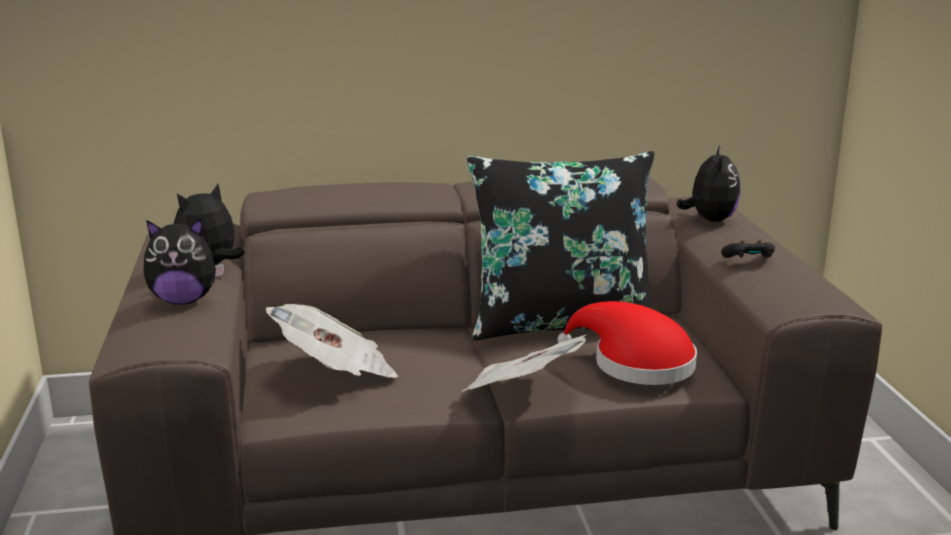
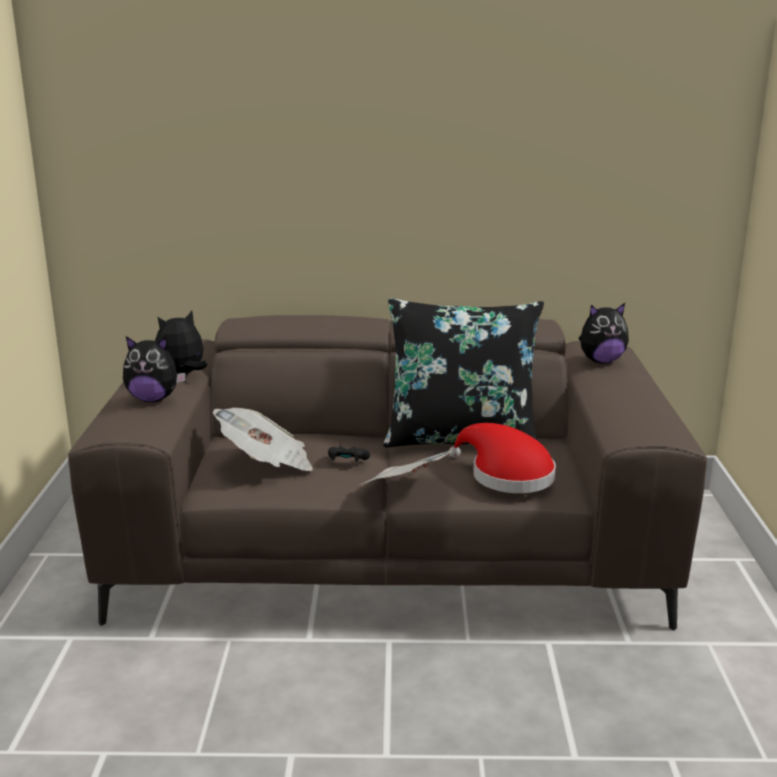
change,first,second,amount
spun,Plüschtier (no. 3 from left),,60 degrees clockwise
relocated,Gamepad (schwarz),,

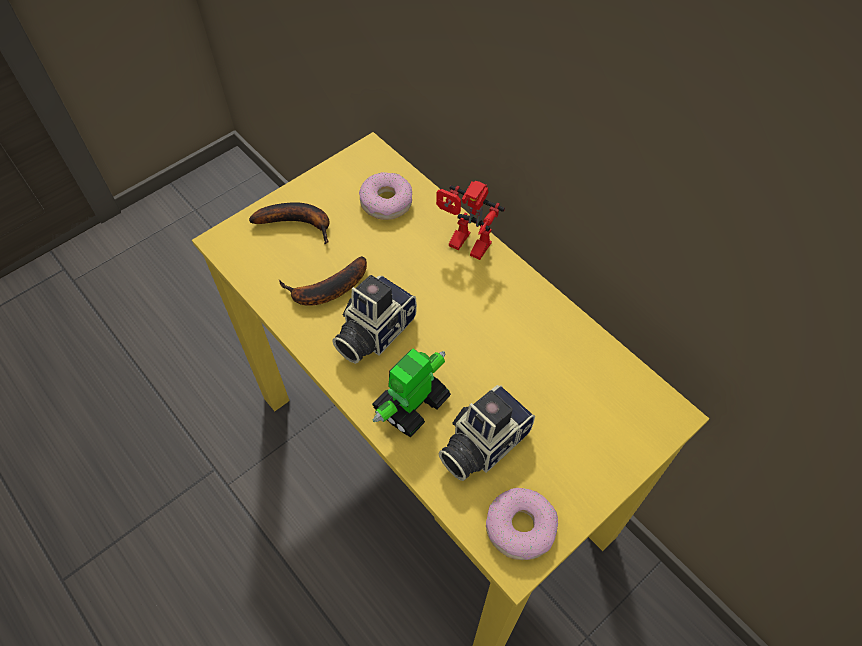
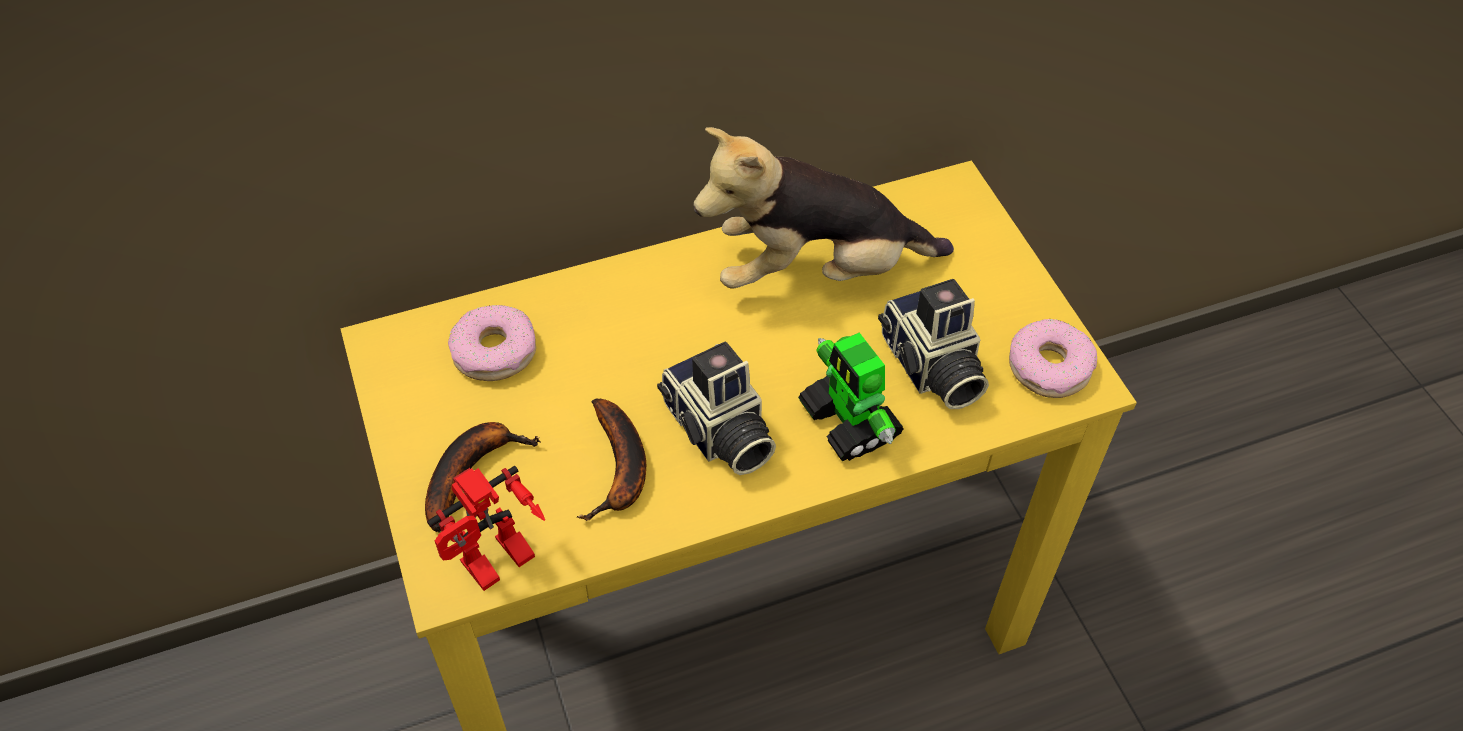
change,first,second,amount
relocated,Spielzeugroboter (no. 2 from left in the first image),Spielzeugroboter (no. 1 from left),
appeared,,Plüschtier,

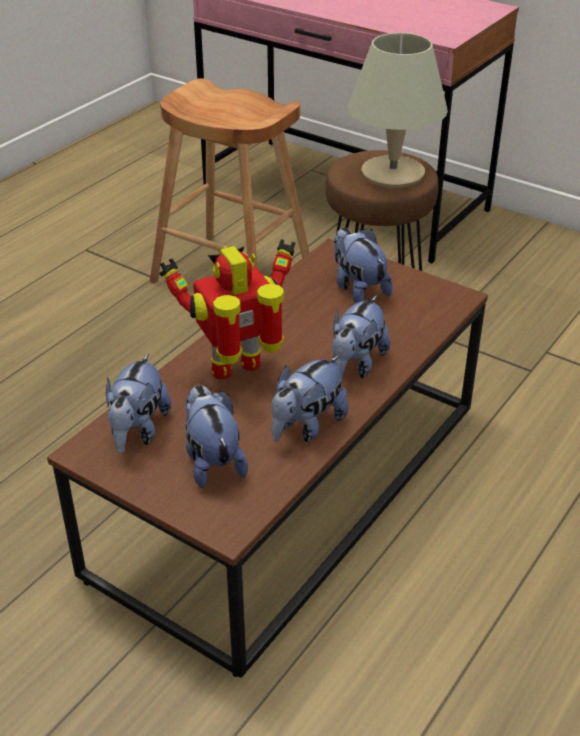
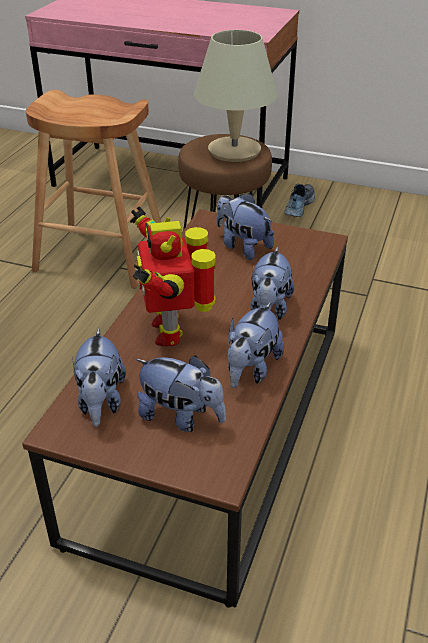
change,first,second,amount
spun,Spielzeugroboter,,60 degrees counterclockwise
spun,Plüschtier (no. 2 from left),,150 degrees clockwise
appeared,,Schuh,

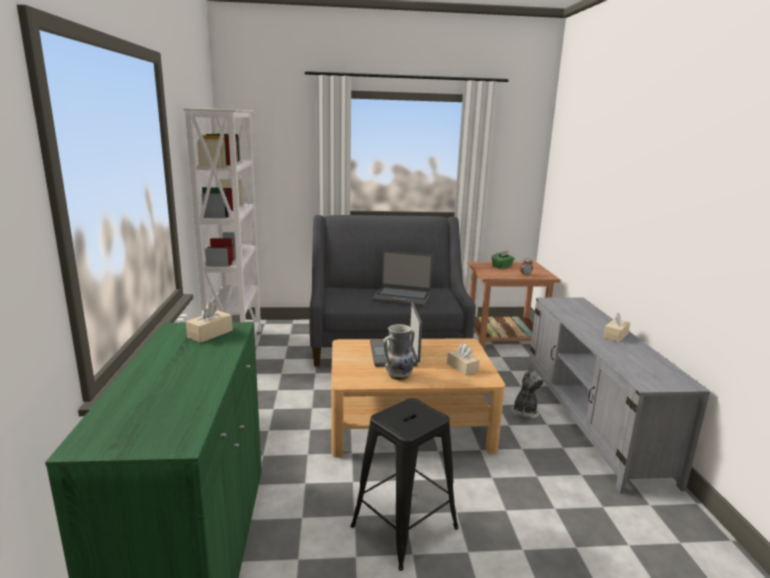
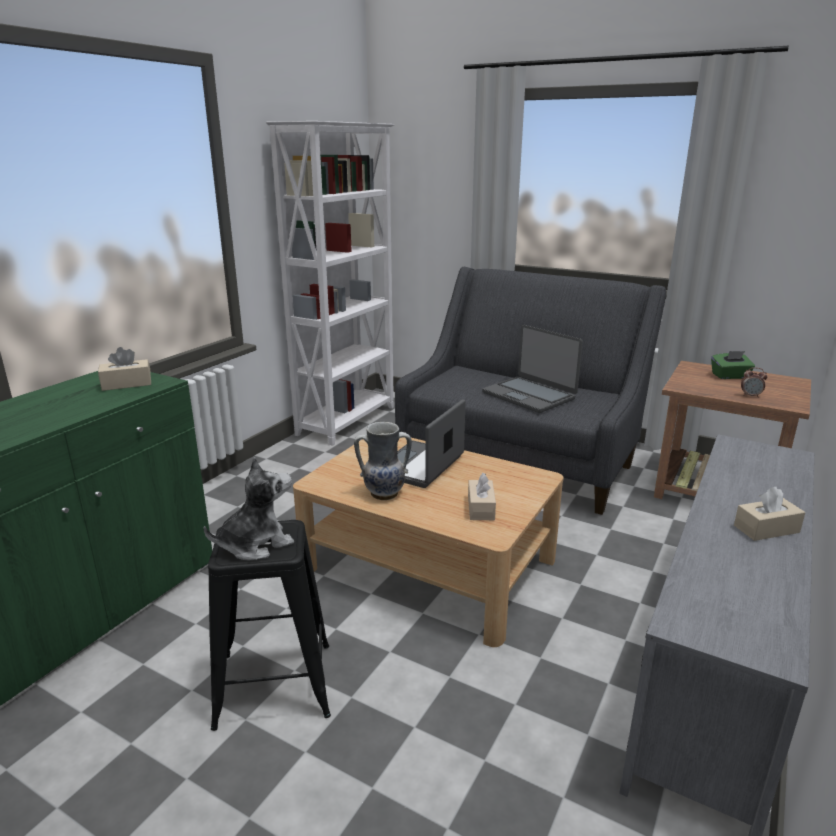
change,first,second,amount
relocated,Plüschtier,,

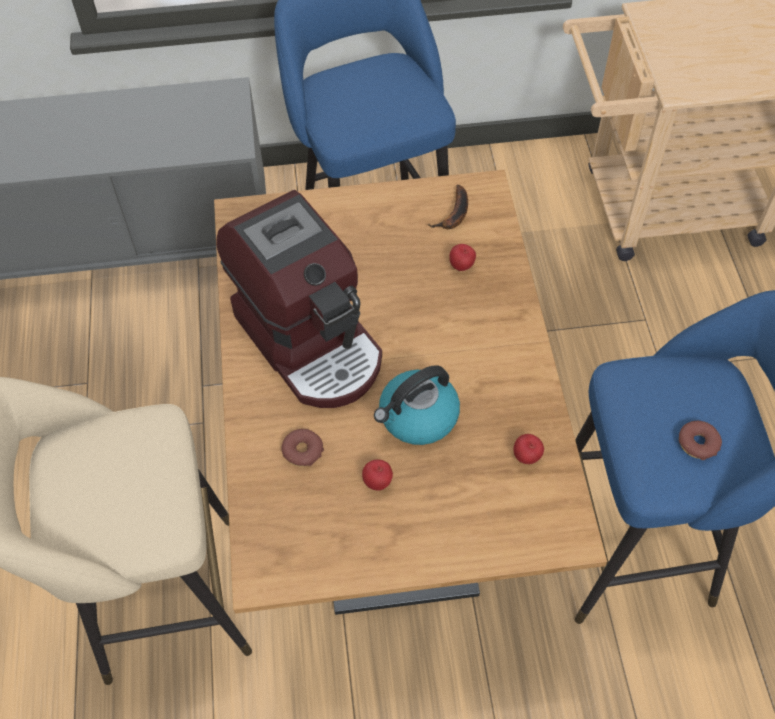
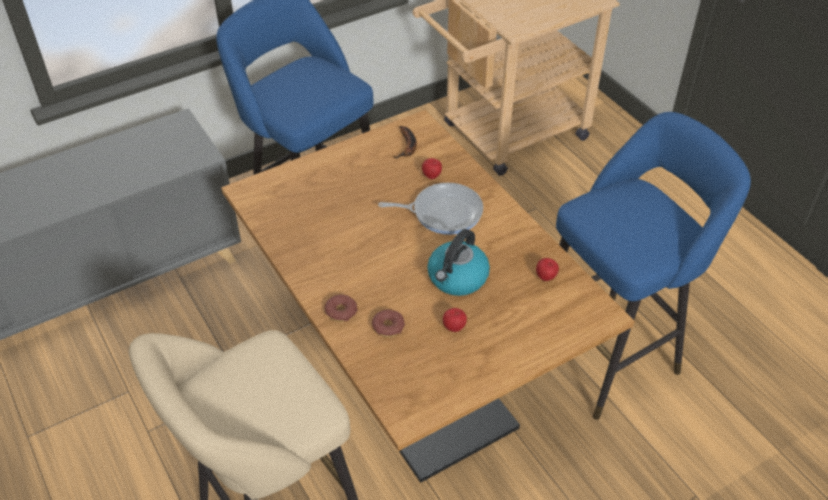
change,first,second,amount
missing,Kaffeemaschine,,
relocated,Donut (no. 2 from left in the first image),Donut (no. 1 from left),
appeared,,Pfanne,

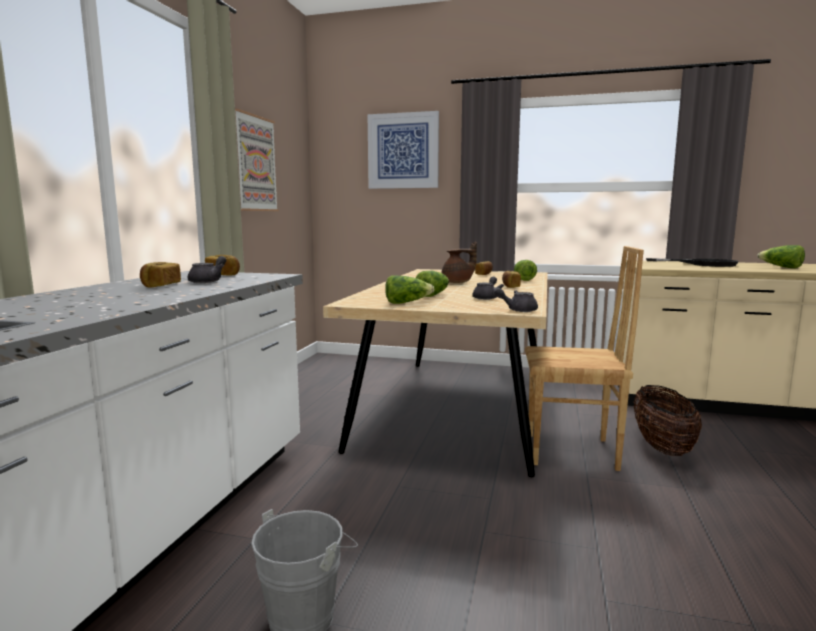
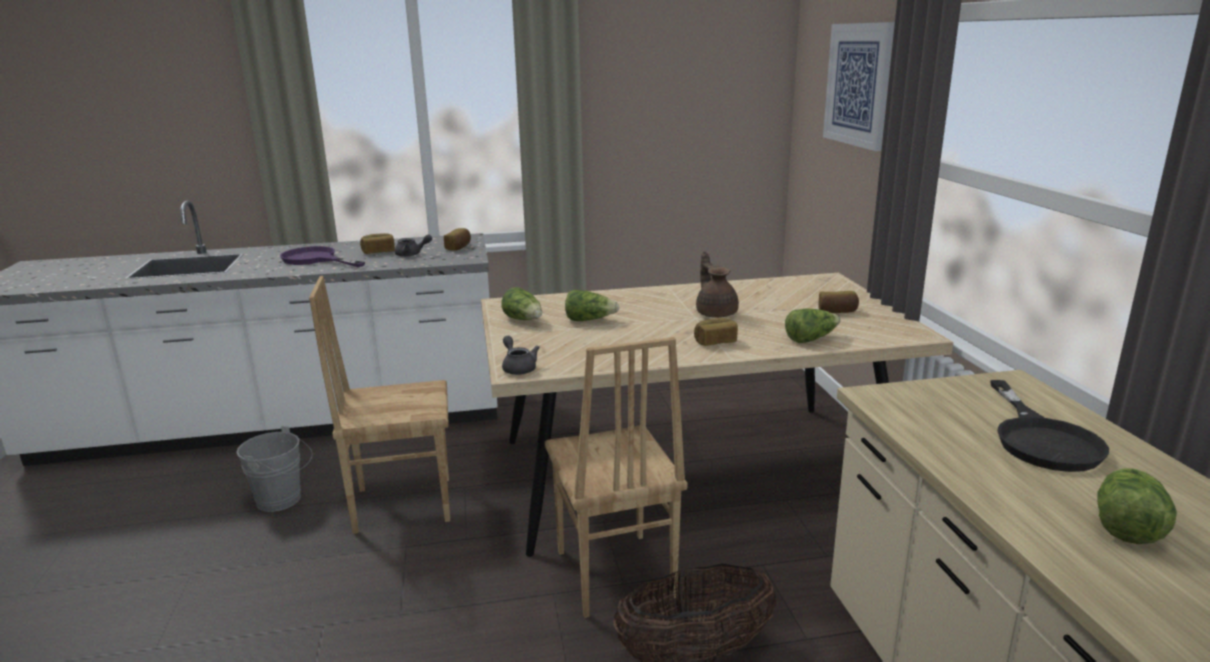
change,first,second,amount
missing,Bild (no. 1 from left),,
spun,Teekanne (braun),,150 degrees counterclockwise
missing,Teekanne (grau) (no. 2 from left),,
appeared,,Pfanne (lila),
appeared,,Stuhl (braun) (no. 1 from left),

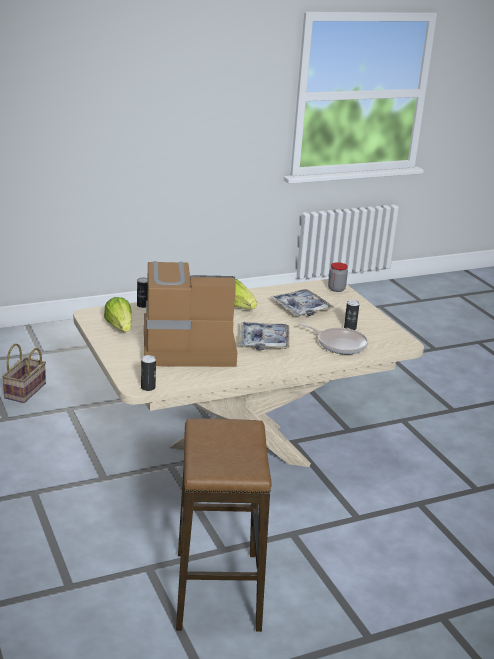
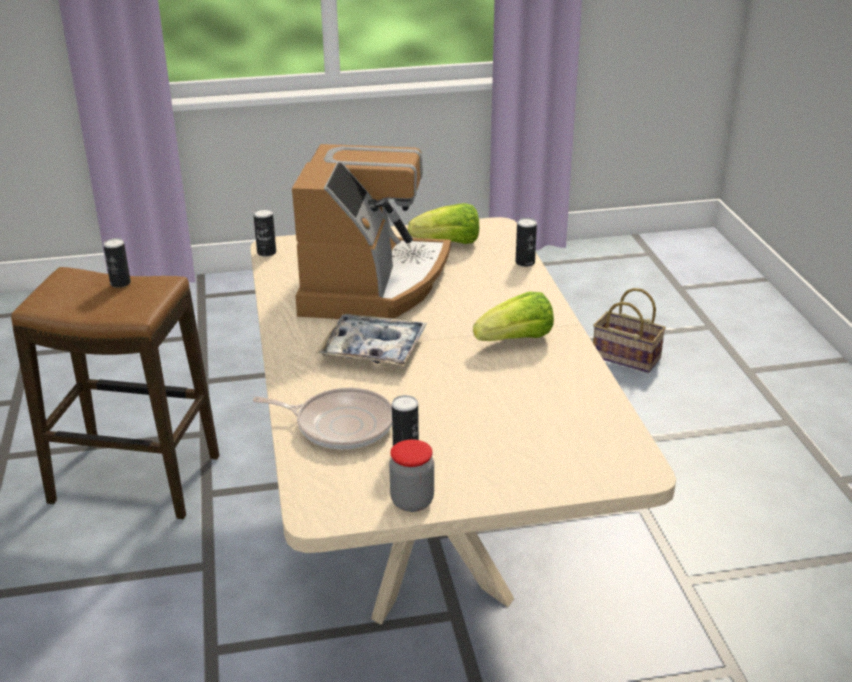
change,first,second,amount
relocated,Vorratsglas,,
missing,Tablett (no. 2 from left),,
spun,Pfanne,,120 degrees counterclockwise
appeared,,Dose (no. 1 from left),

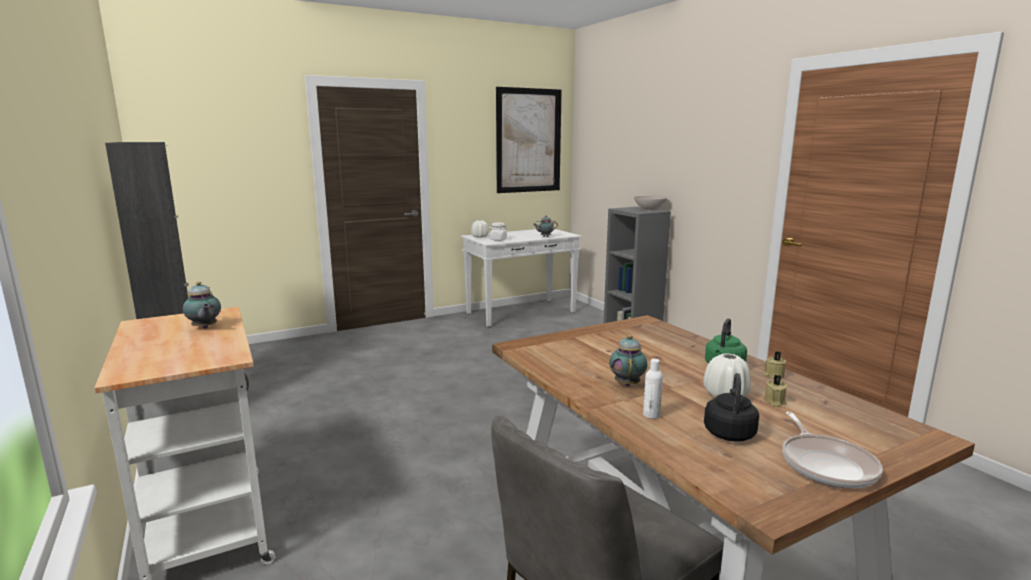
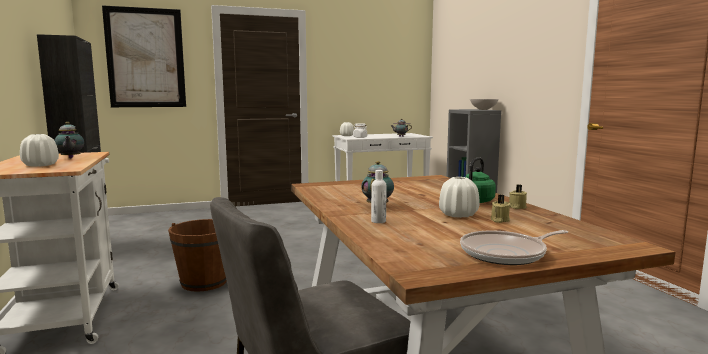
change,first,second,amount
relocated,Bild,,
missing,Wasserkessel (schwarz),,
spun,Pfanne,,60 degrees clockwise
appeared,,Vase (weiß) (no. 1 from left),
appeared,,Eimer (braun),

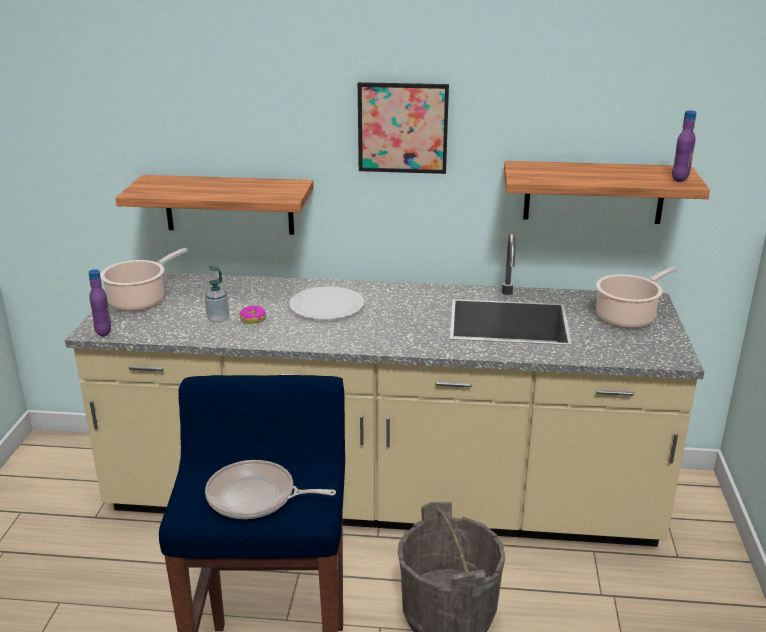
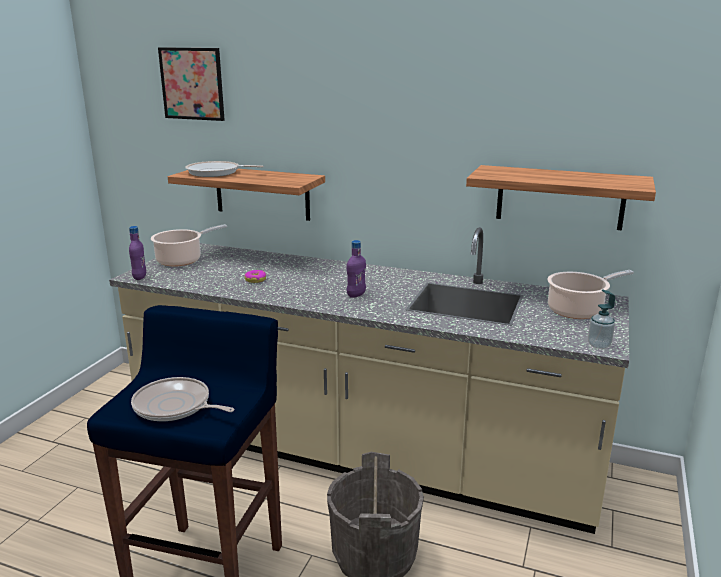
change,first,second,amount
relocated,Bild,,
relocated,Flasche (lila) (no. 2 from left),,
relocated,Seifenspender,,
missing,Teller (weiß),,
appeared,,Pfanne (no. 2 from left),

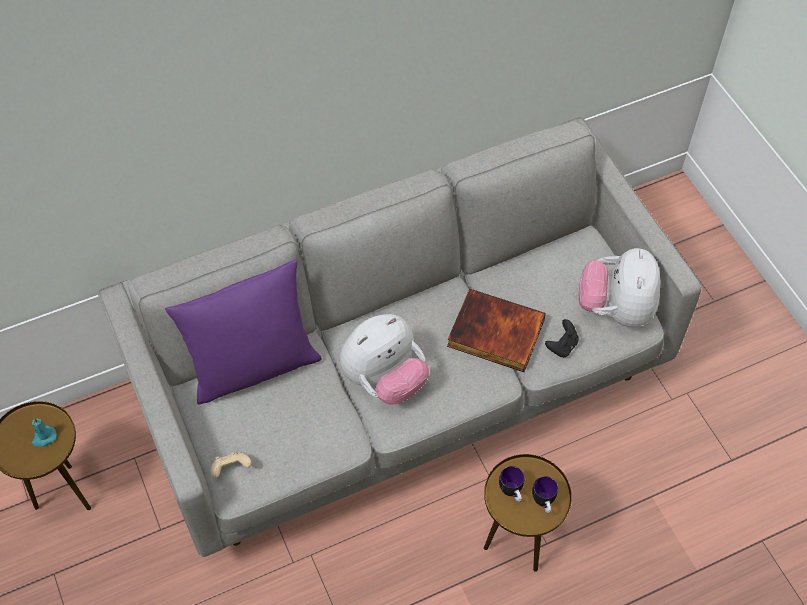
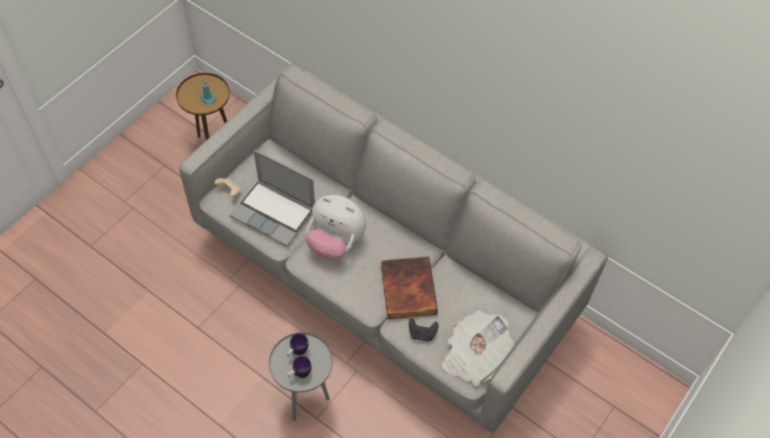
change,first,second,amount
exchanged,Plüschtier (no. 2 from left),Zeitung,
missing,Kissen (lila),,
colour,Beistelltisch (braun) (no. 2 from left),Beistelltisch (grau),
appeared,,Laptop,

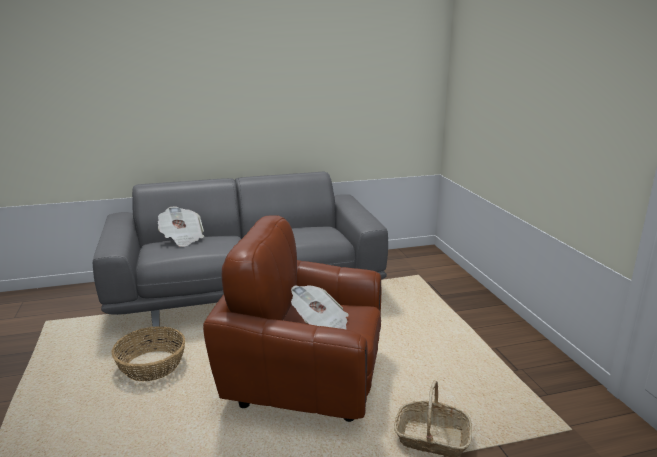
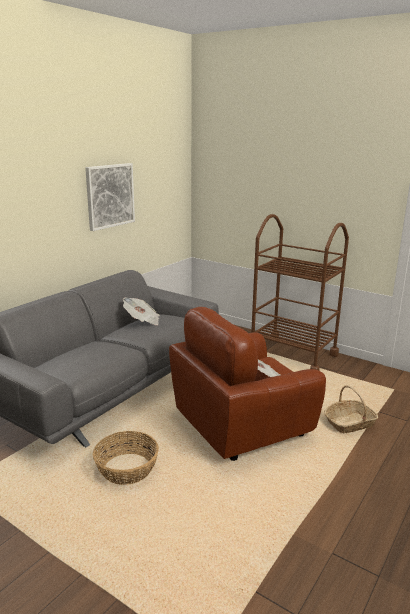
change,first,second,amount
relocated,Zeitung (no. 1 from left),,
appeared,,Bild,
appeared,,Rollwagen (braun),

